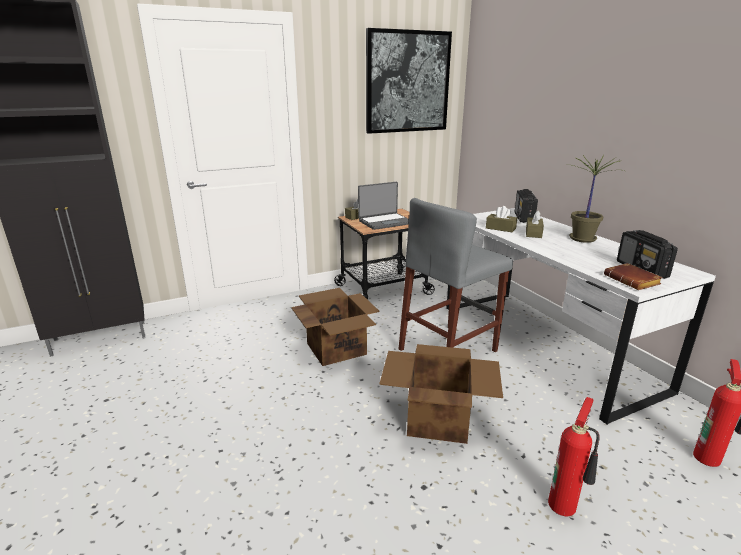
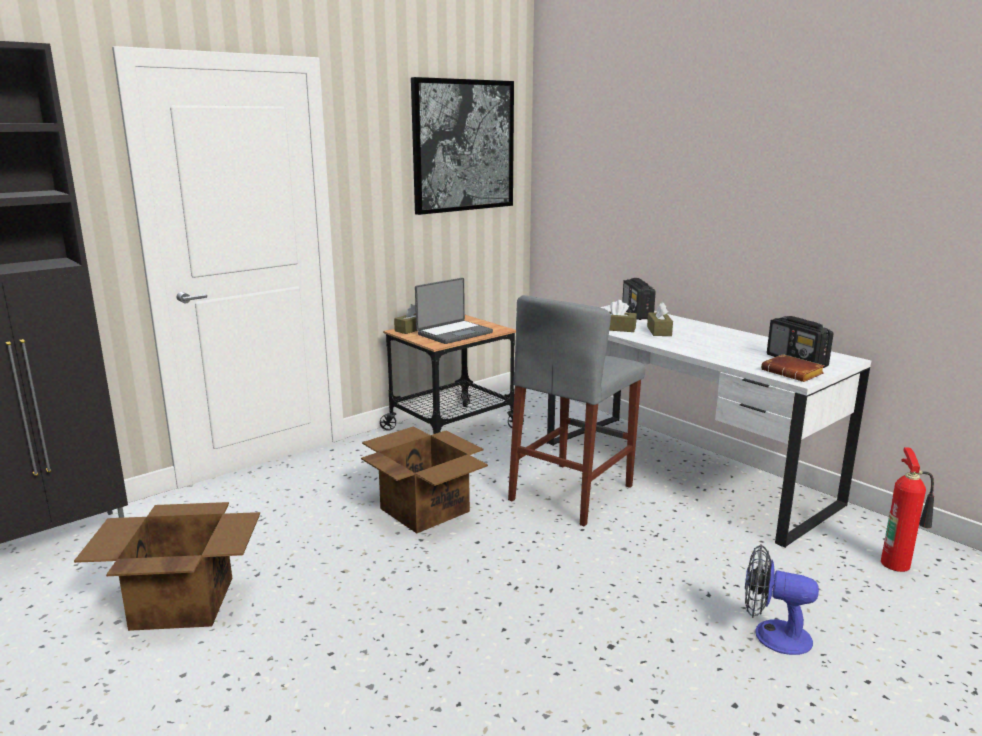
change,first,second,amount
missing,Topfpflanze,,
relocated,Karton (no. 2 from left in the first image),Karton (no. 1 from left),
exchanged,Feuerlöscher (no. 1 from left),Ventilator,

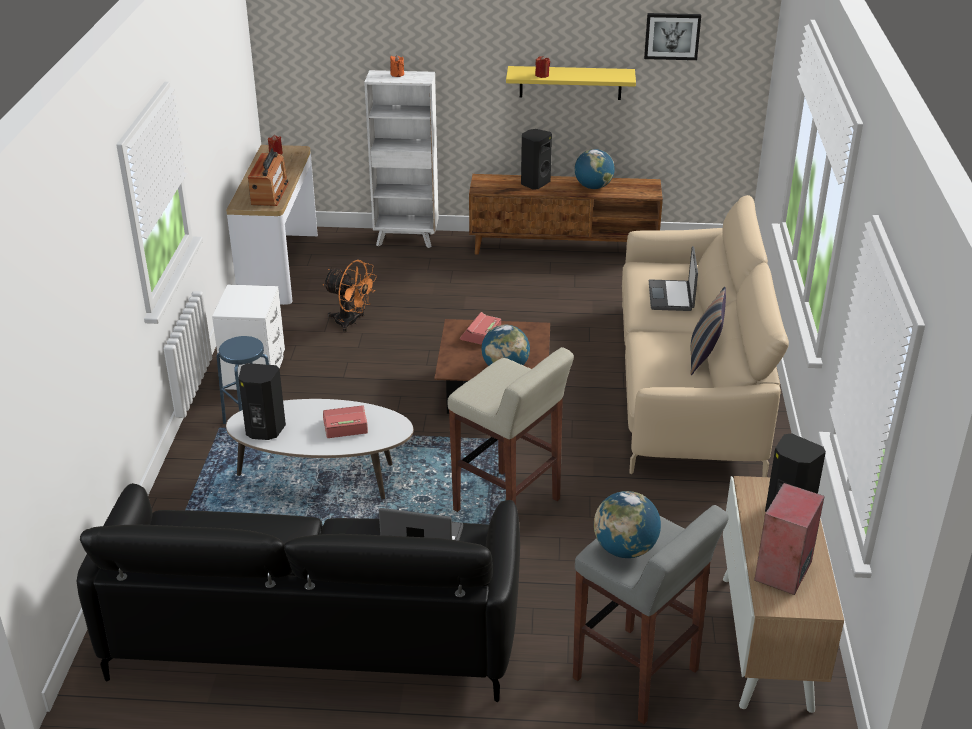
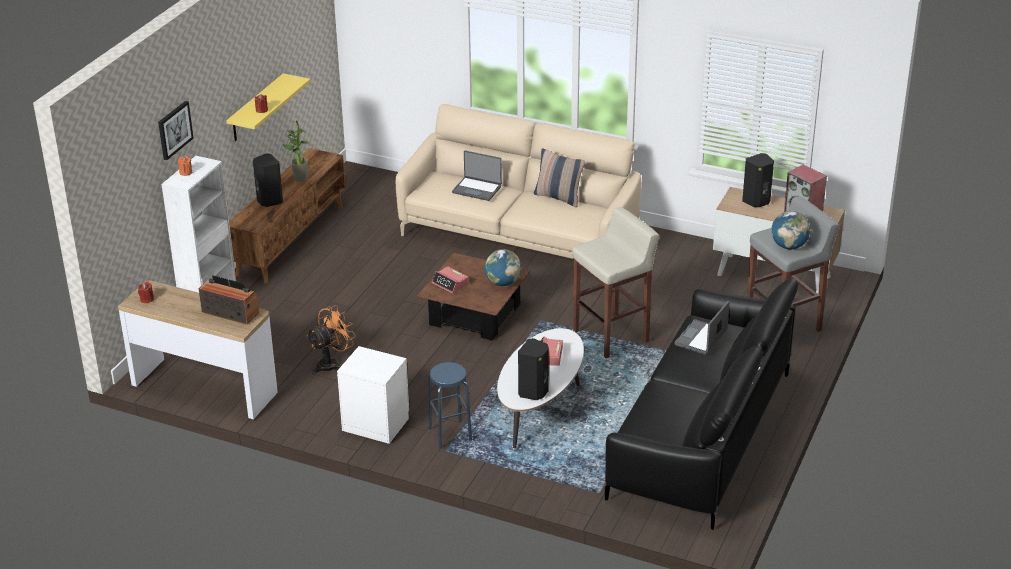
change,first,second,amount
relocated,Bild,,
exchanged,Globus (no. 2 from left),Topfpflanze,

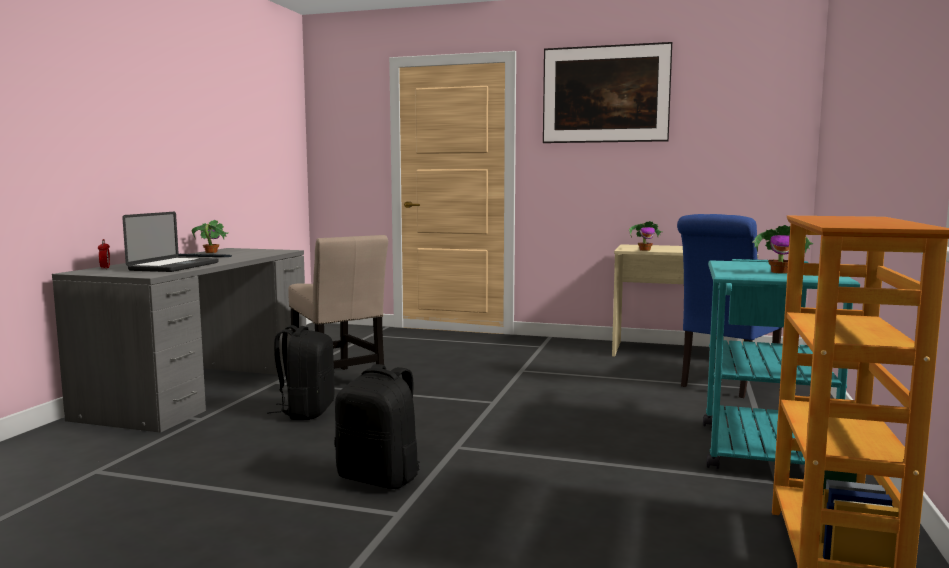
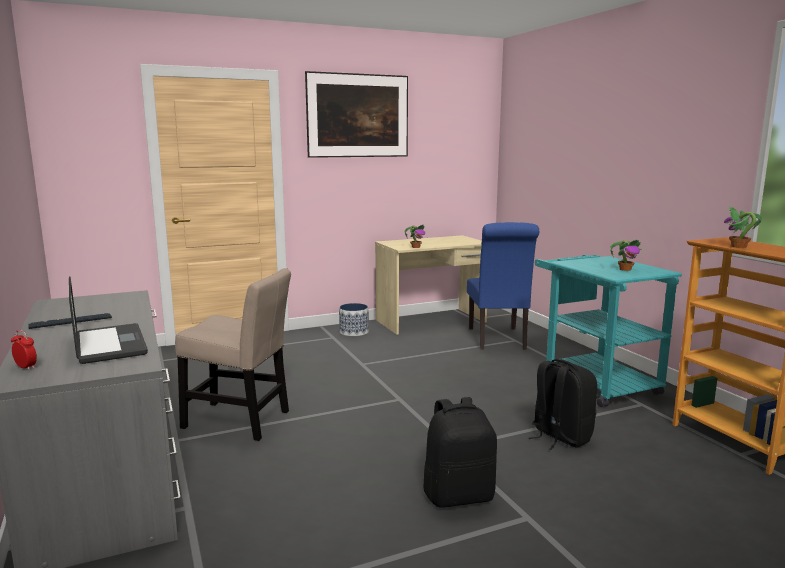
change,first,second,amount
relocated,Topfpflanze (no. 1 from left in the first image),Topfpflanze (no. 3 from left),
relocated,Rucksack (schwarz) (no. 1 from left in the first image),Rucksack (schwarz) (no. 2 from left),
appeared,,Pflanzkübel,

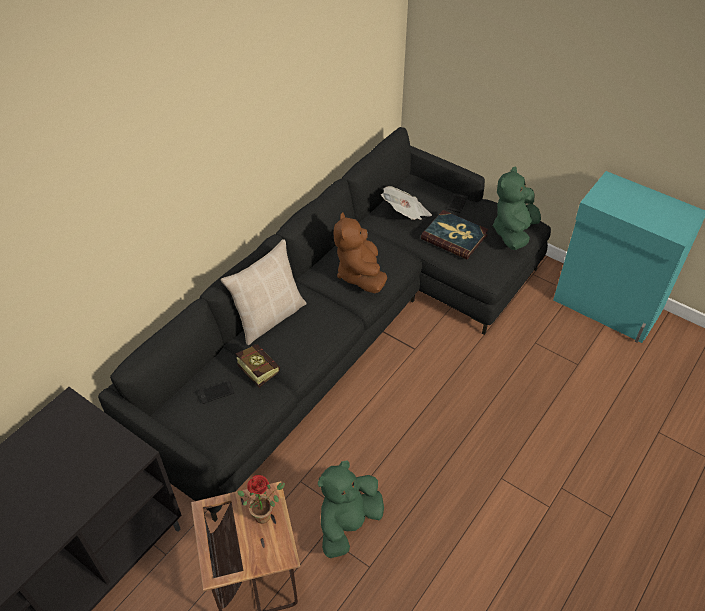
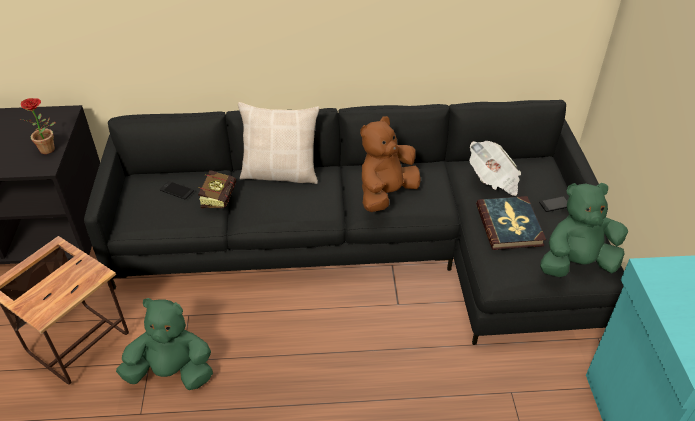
change,first,second,amount
relocated,Topfpflanze,,

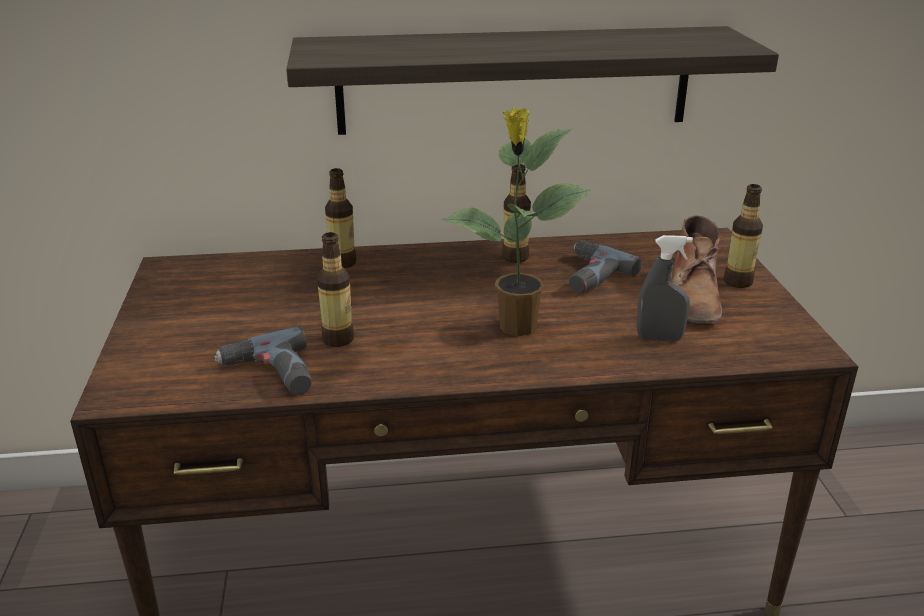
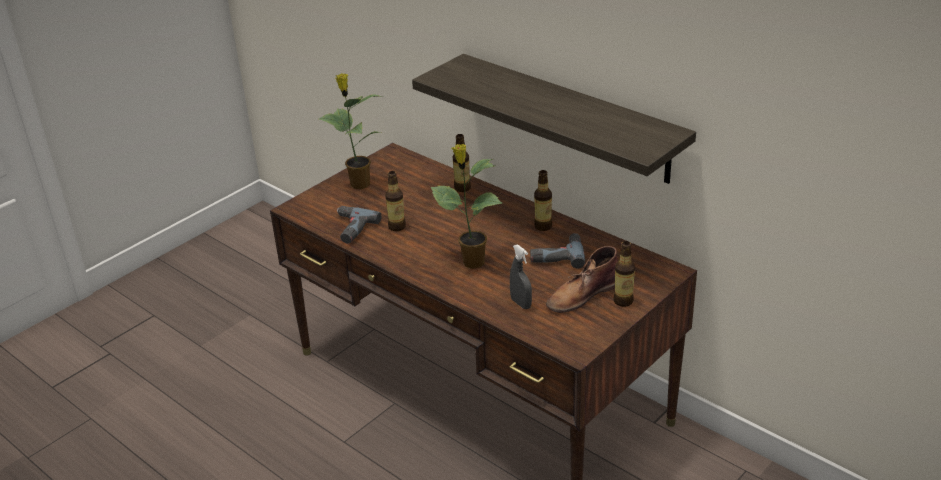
change,first,second,amount
appeared,,Topfpflanze (no. 1 from left),

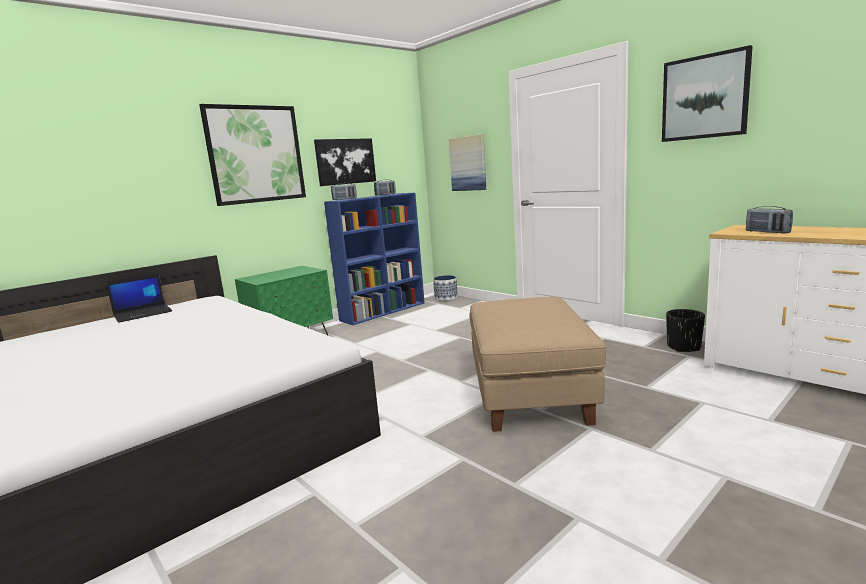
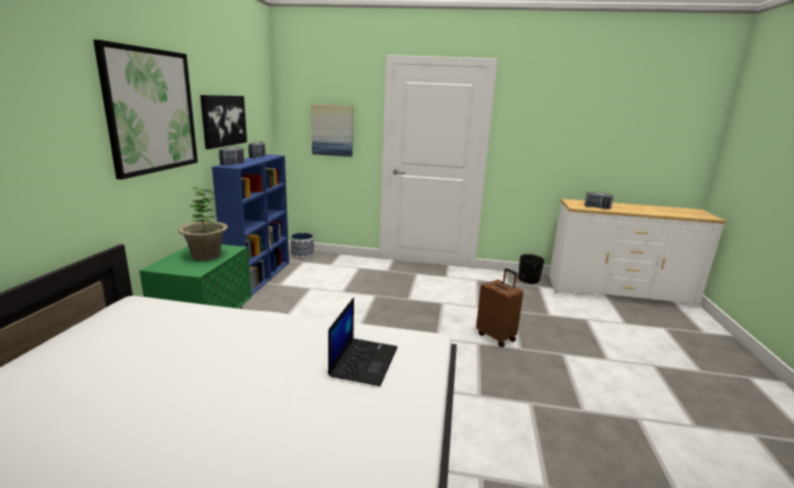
change,first,second,amount
missing,Bild (no. 4 from left),,
relocated,Laptop,,
exchanged,Polsterhocker (beige),Koffer (braun),
appeared,,Topfpflanze,

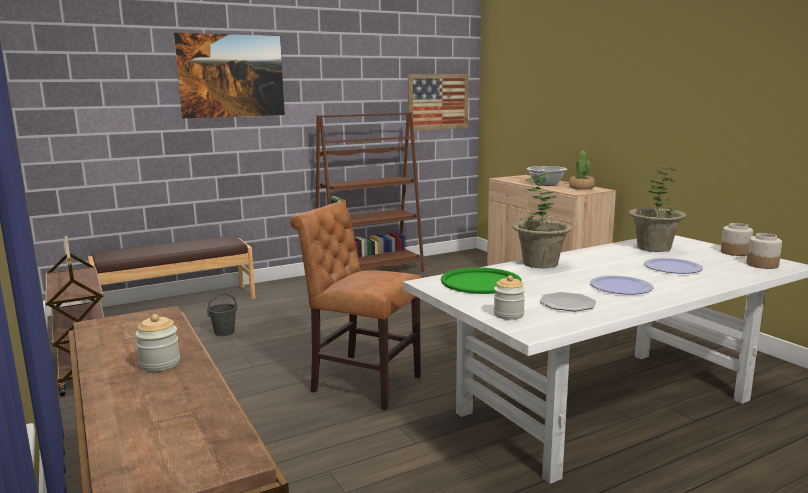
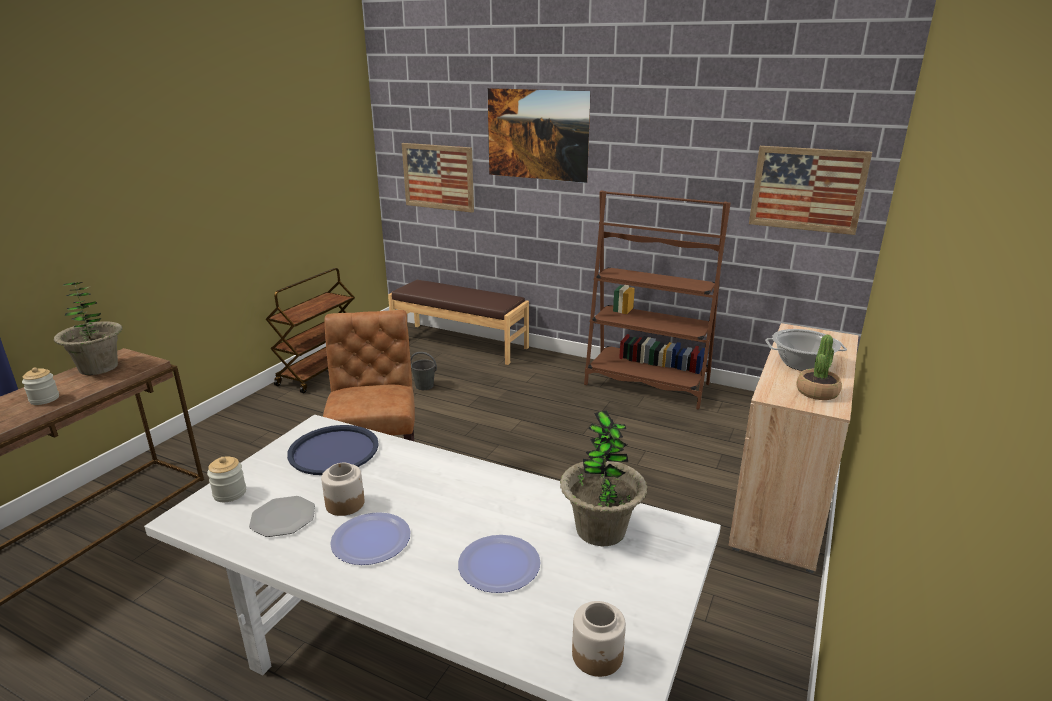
change,first,second,amount
relocated,Topfpflanze (no. 1 from left),,
relocated,Vorratsglas (no. 3 from left),,
colour,Tablett (grün),Tablett (blau),
appeared,,Bild (no. 1 from left),

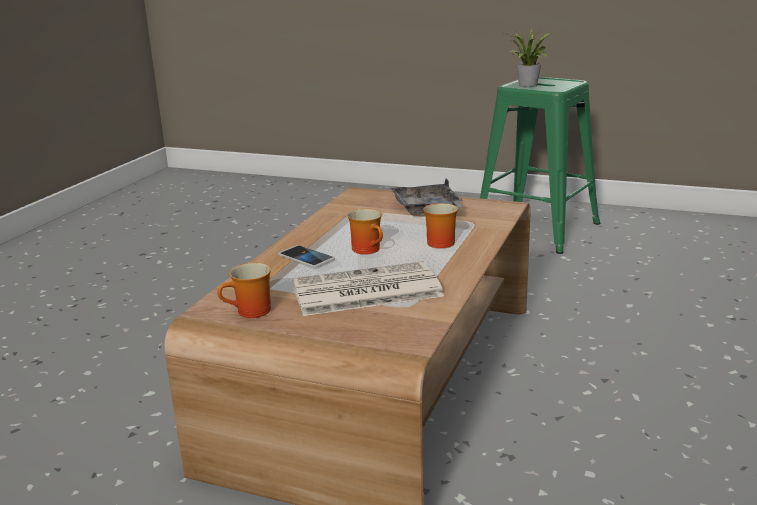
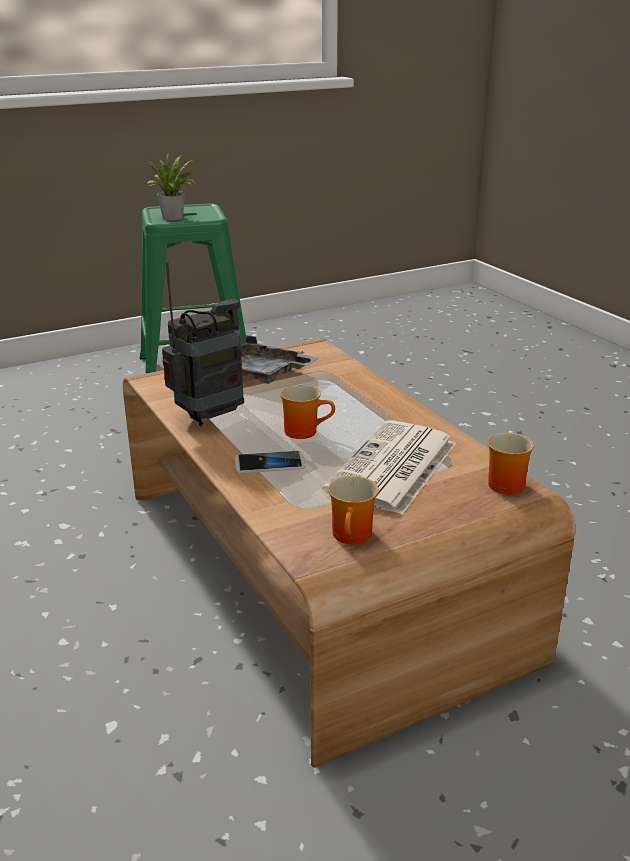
change,first,second,amount
relocated,Henkelbecher (no. 3 from left),,
appeared,,Radio,

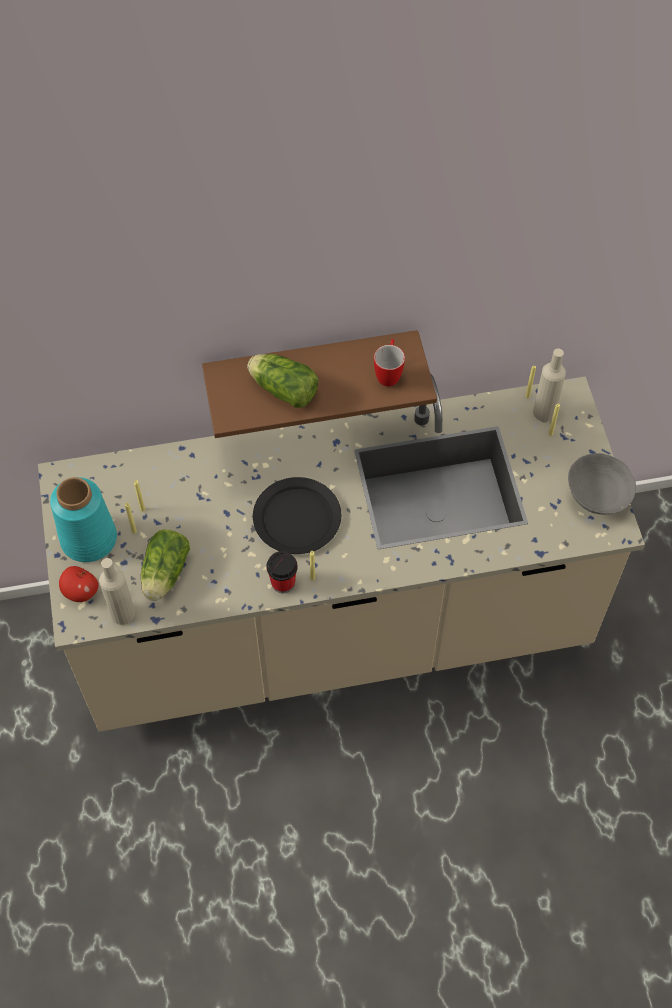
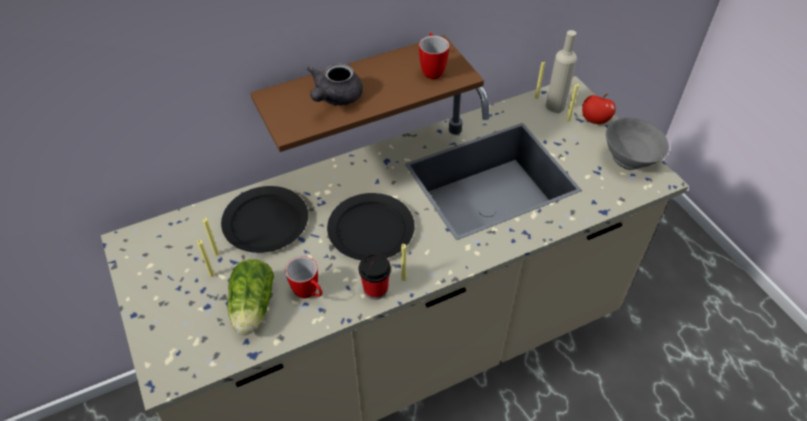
change,first,second,amount
exchanged,Salatkopf (no. 2 from left),Teekanne (grau),
missing,Vase (türkis),,
missing,Flasche (beige) (no. 1 from left),,
relocated,Apfel,,
appeared,,Teller (schwarz) (no. 1 from left),
appeared,,Henkelbecher (no. 1 from left),

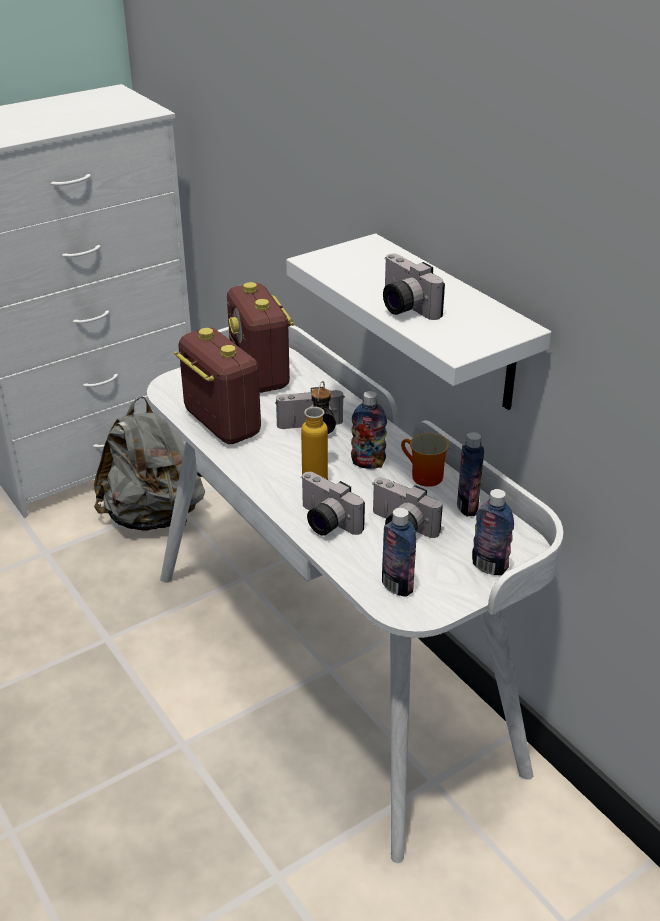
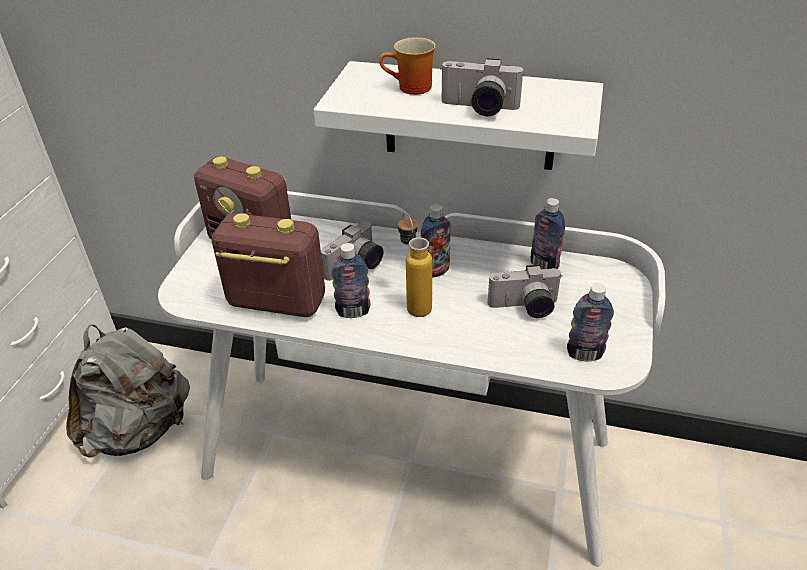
change,first,second,amount
relocated,Henkelbecher,,
missing,Kamera (no. 2 from left),,
relocated,Flasche (no. 5 from left in the first image),Flasche (no. 1 from left),

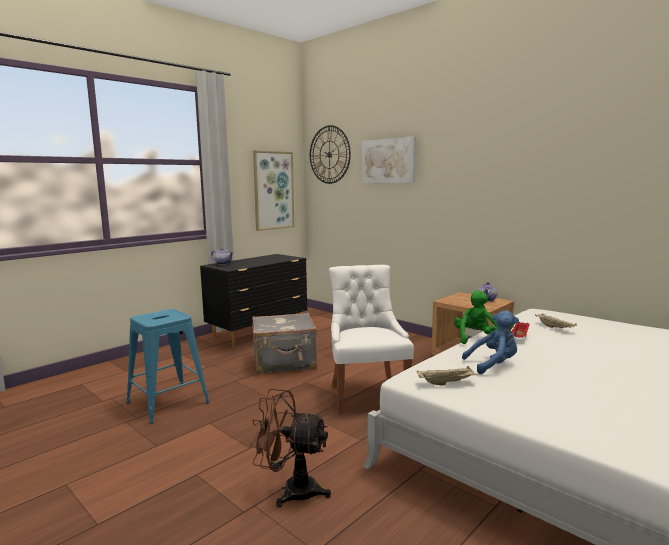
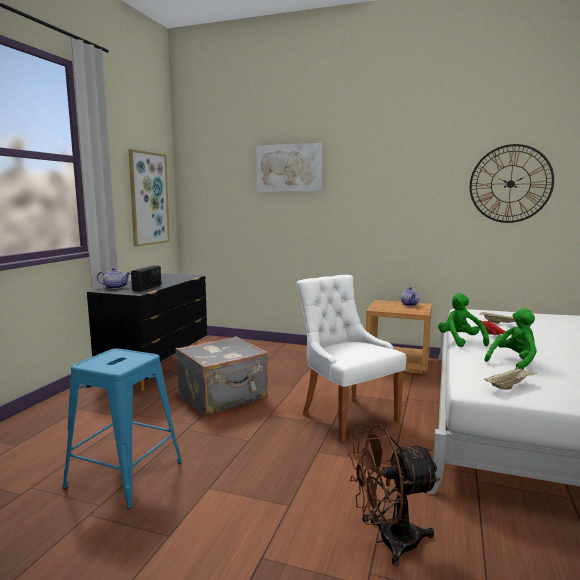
change,first,second,amount
relocated,Wanduhr,,
colour,Plüschtier (blau),Plüschtier (grün) (no. 2 from left),
appeared,,Radio,

